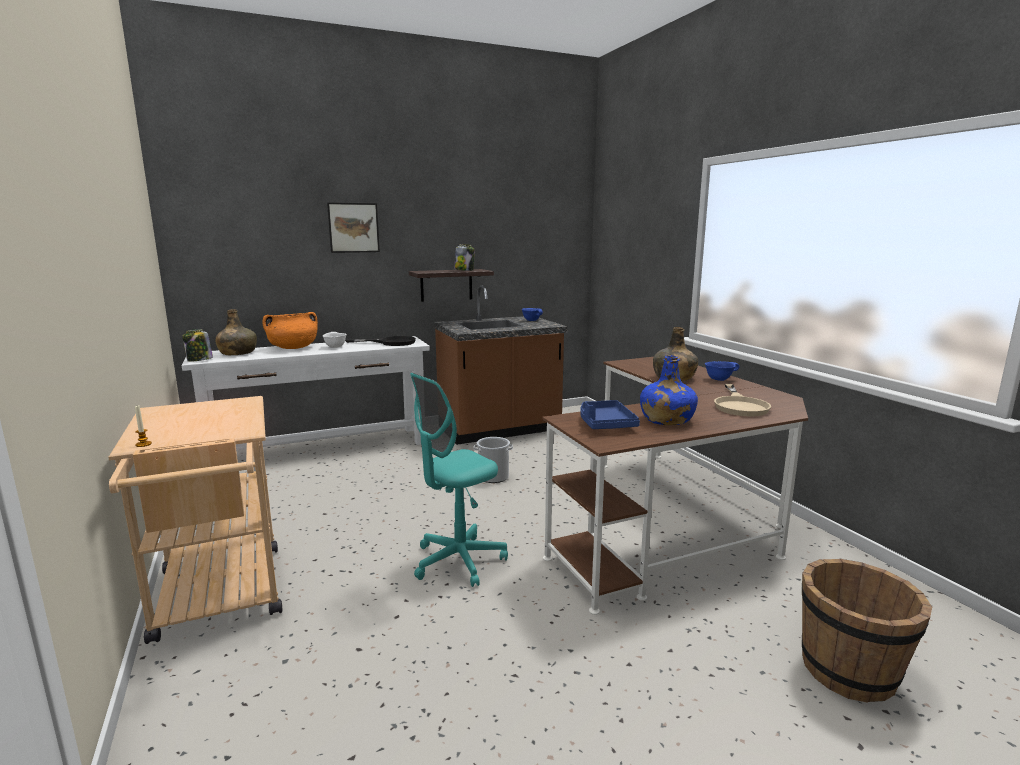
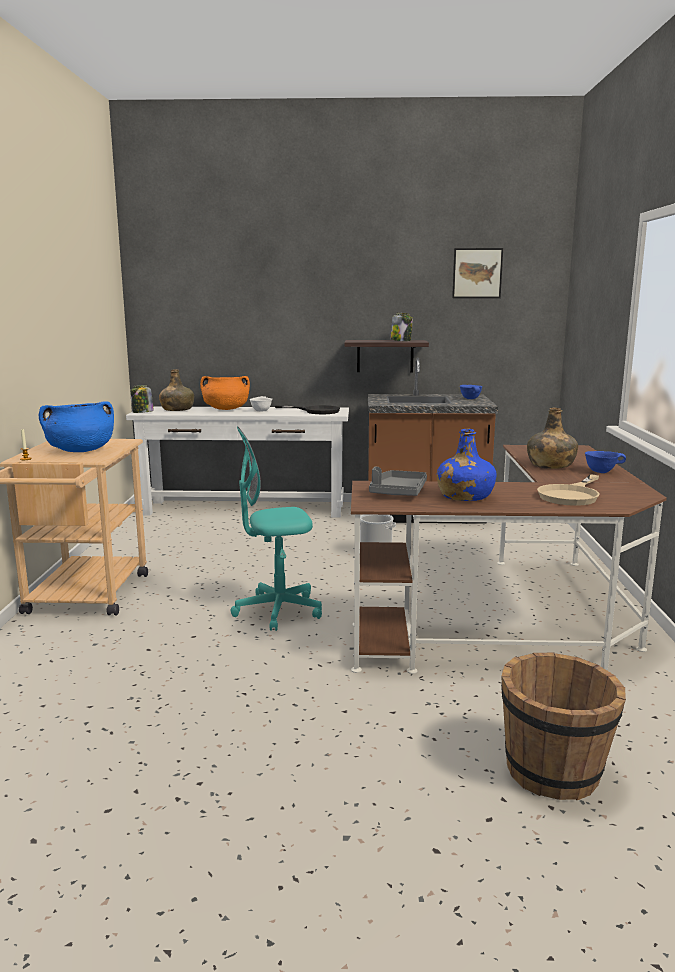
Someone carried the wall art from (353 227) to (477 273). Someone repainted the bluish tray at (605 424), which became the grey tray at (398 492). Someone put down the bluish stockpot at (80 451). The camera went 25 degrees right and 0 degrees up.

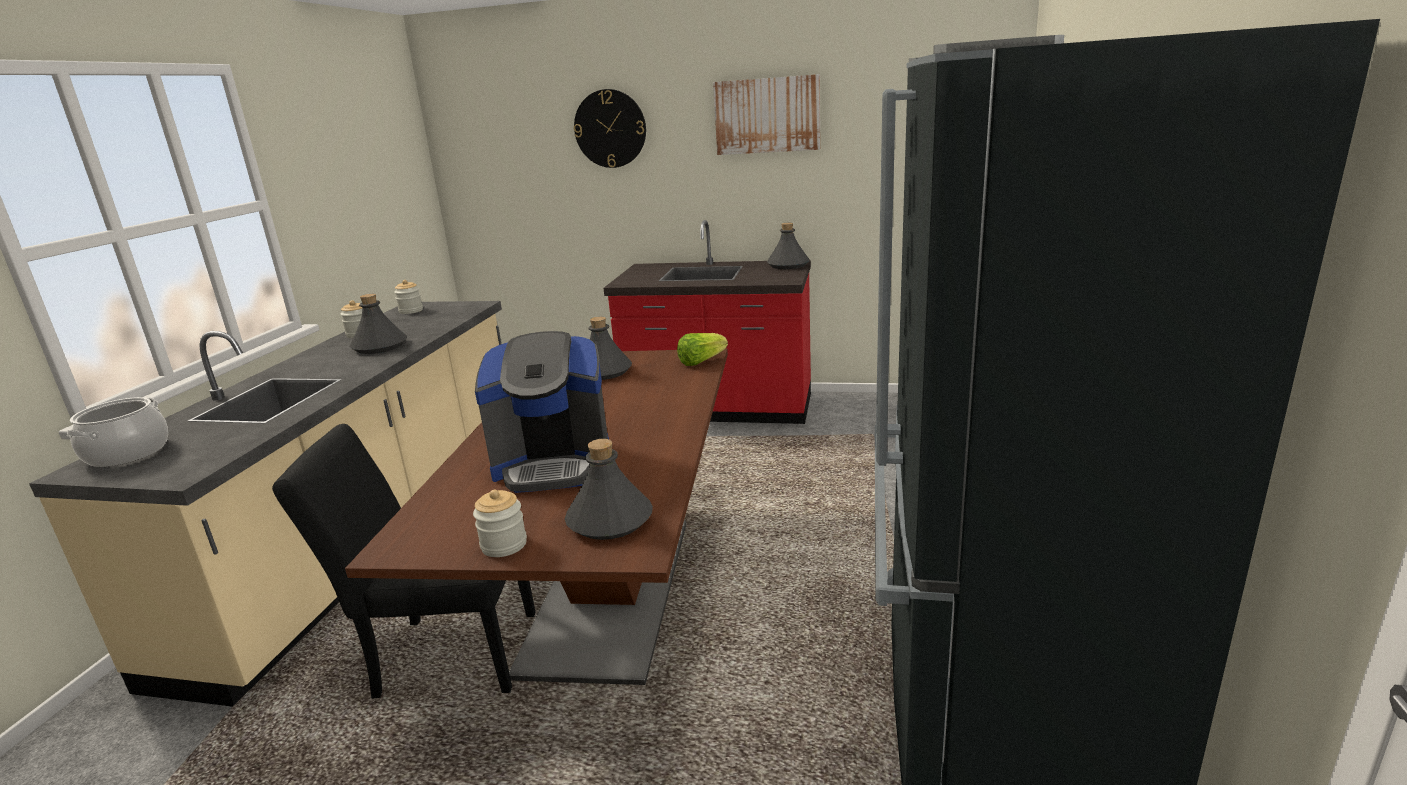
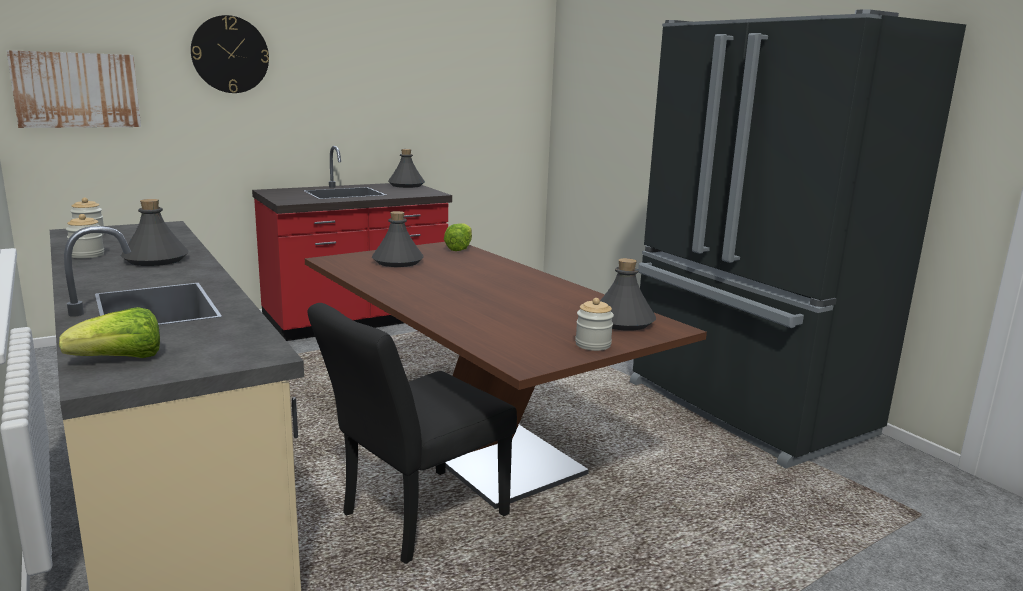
Someone swapped the stockpot at (128 453) for the head of lettuce at (120 359). Someone took away the coffee brewer at (554 464). Someone carried the wall art from (767 115) to (76 90). The camera went 45 degrees left and 5 degrees down.

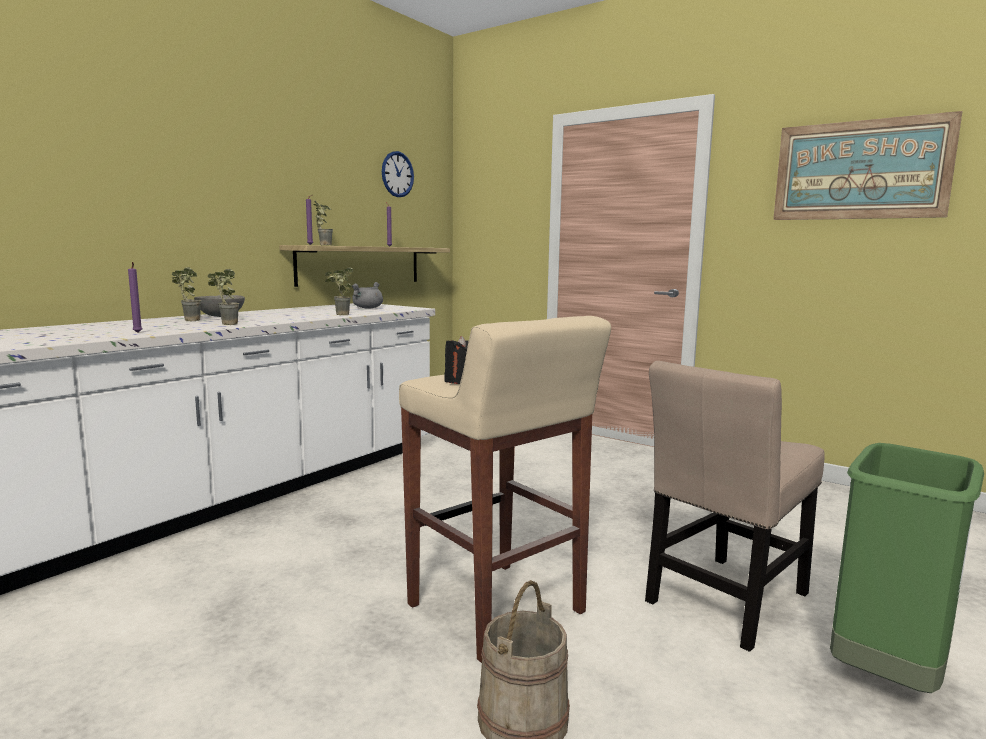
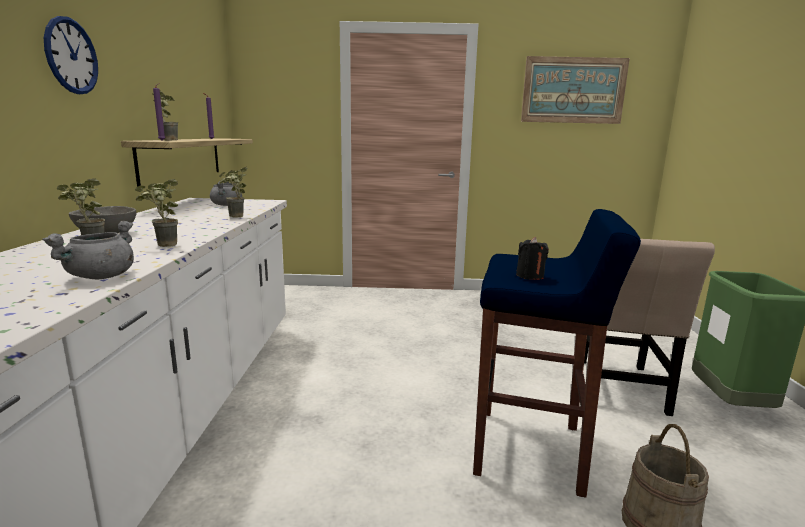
Someone swapped the purple-coloured wax candle at (138 333) for the grey stockpot at (101 277). Someone carried the clock on the wall from (397 174) to (71 56). Someone repainted the sand-coloured stool seat at (497 610), which became the bluish stool seat at (531 450). The camera went 35 degrees left and 5 degrees up.

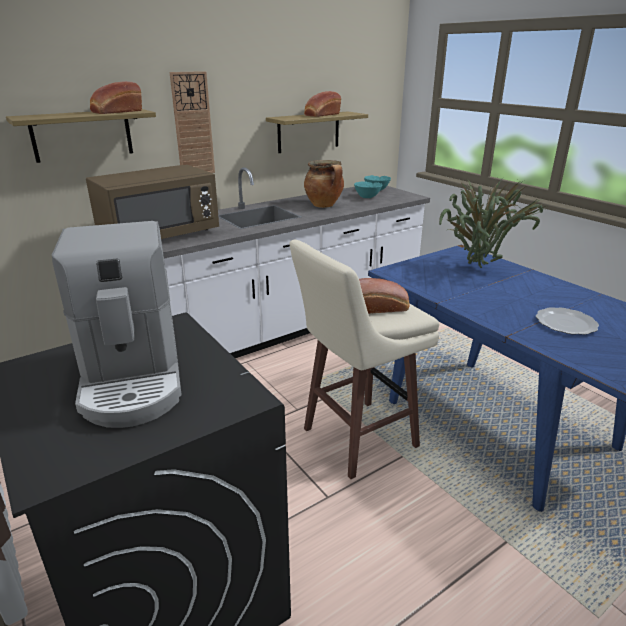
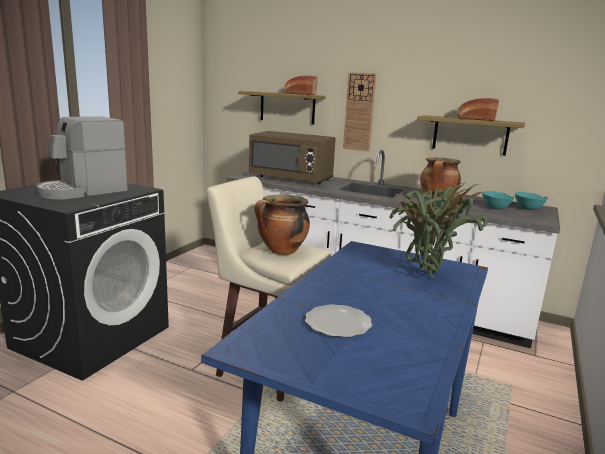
Someone swapped the bakery bread at (380 308) for the stockpot at (281 251). The camera went 60 degrees right and 10 degrees down.

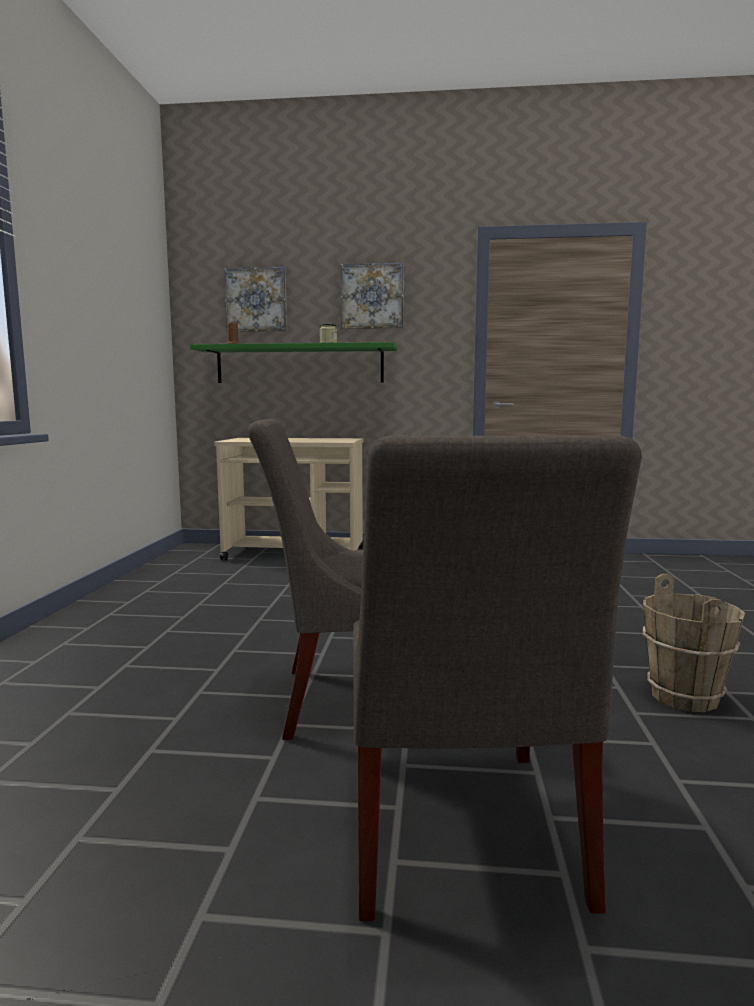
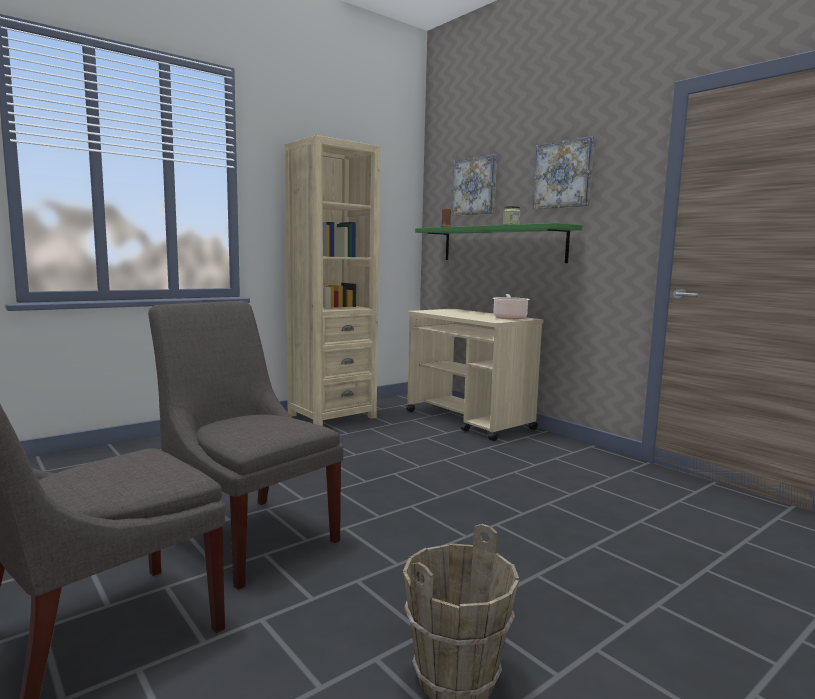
Someone put down the sand-coloured shelving unit at (331 416). Someone put down the stockpot at (509 318). The camera went 45 degrees right and 0 degrees up.

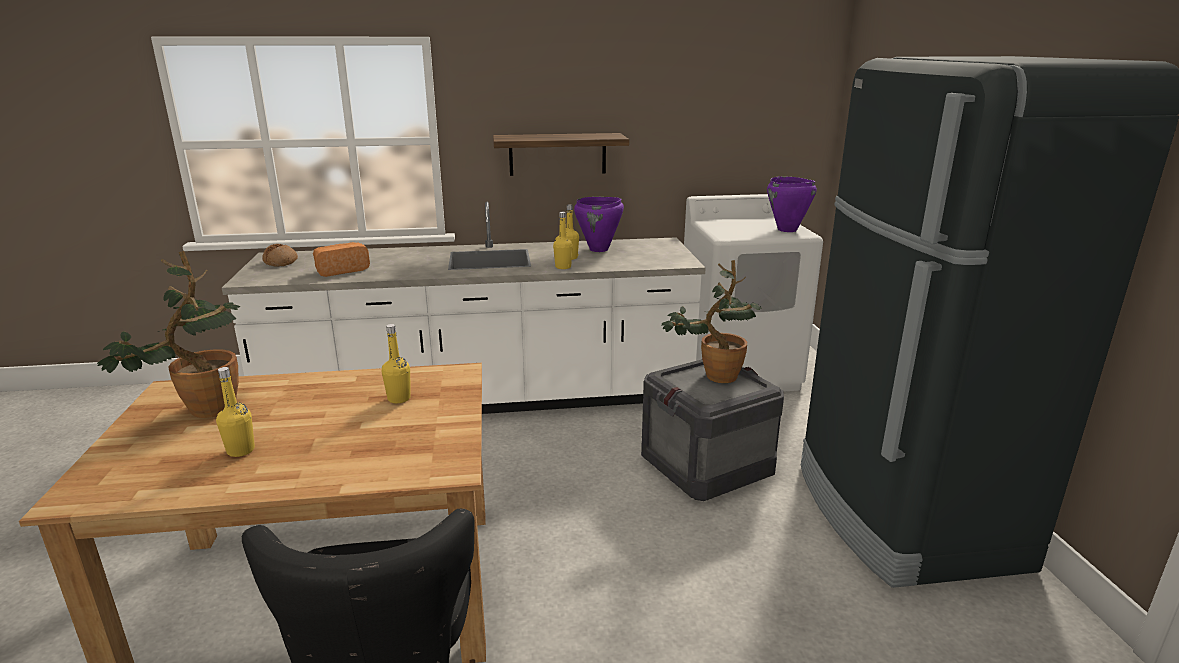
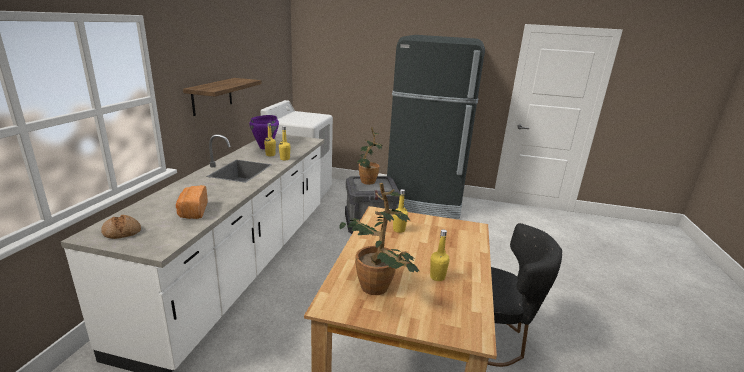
Someone took away the purple-coloured stockpot at (787 230). The camera went 70 degrees left and 0 degrees up.

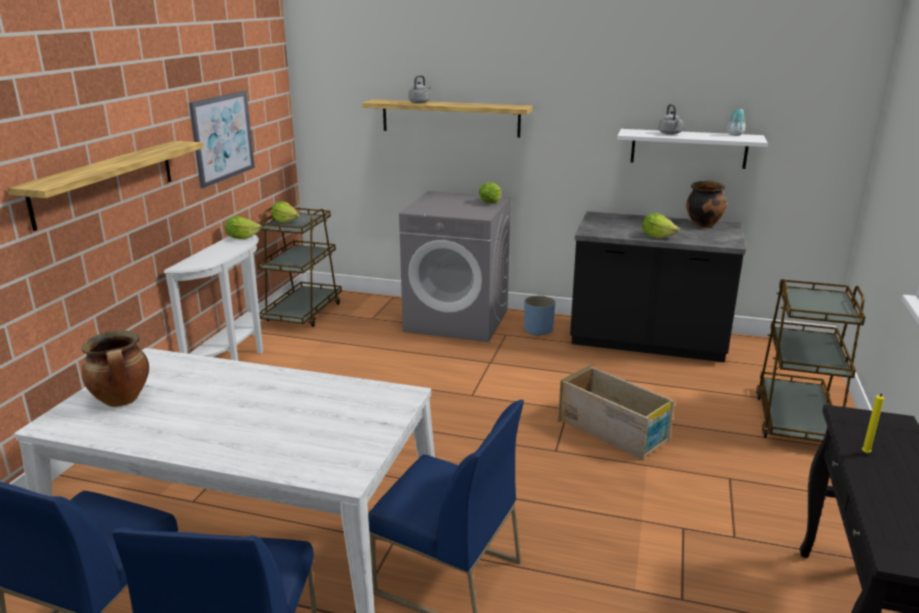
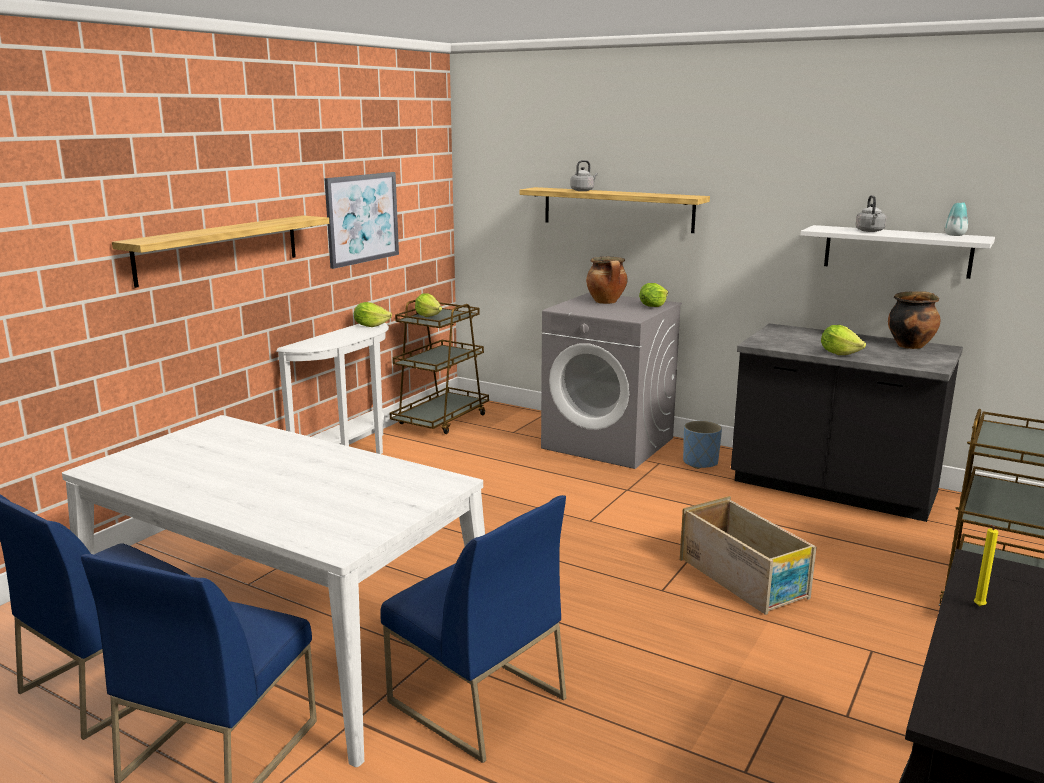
Someone carried the stockpot from (122 400) to (606 302). The camera went 15 degrees right and 5 degrees down.

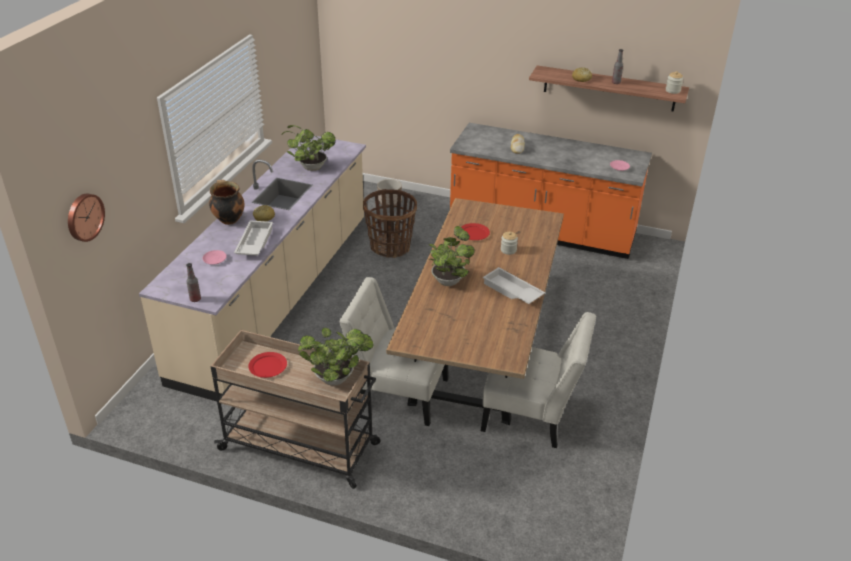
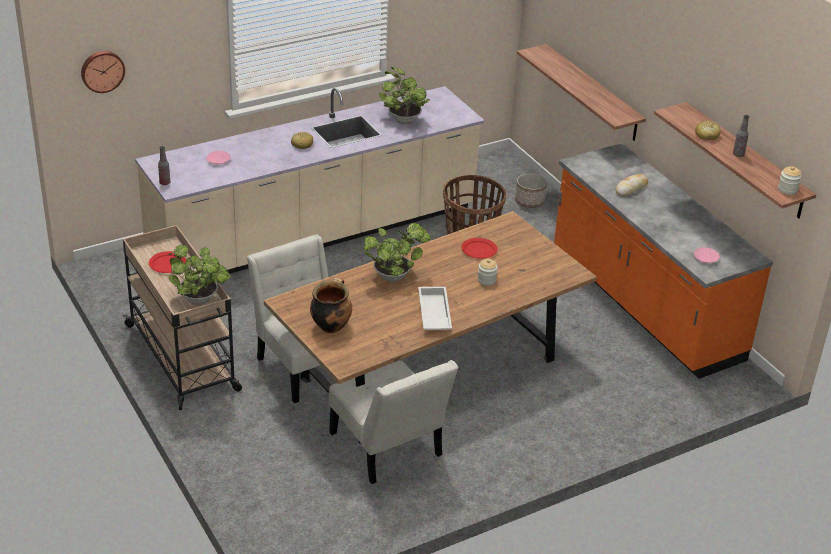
Someone carried the stockpot from (228 219) to (331 326). Someone took away the whitish tray at (254 243). Someone put up the bracket shelf at (592 93). The camera went 40 degrees right and 0 degrees up.

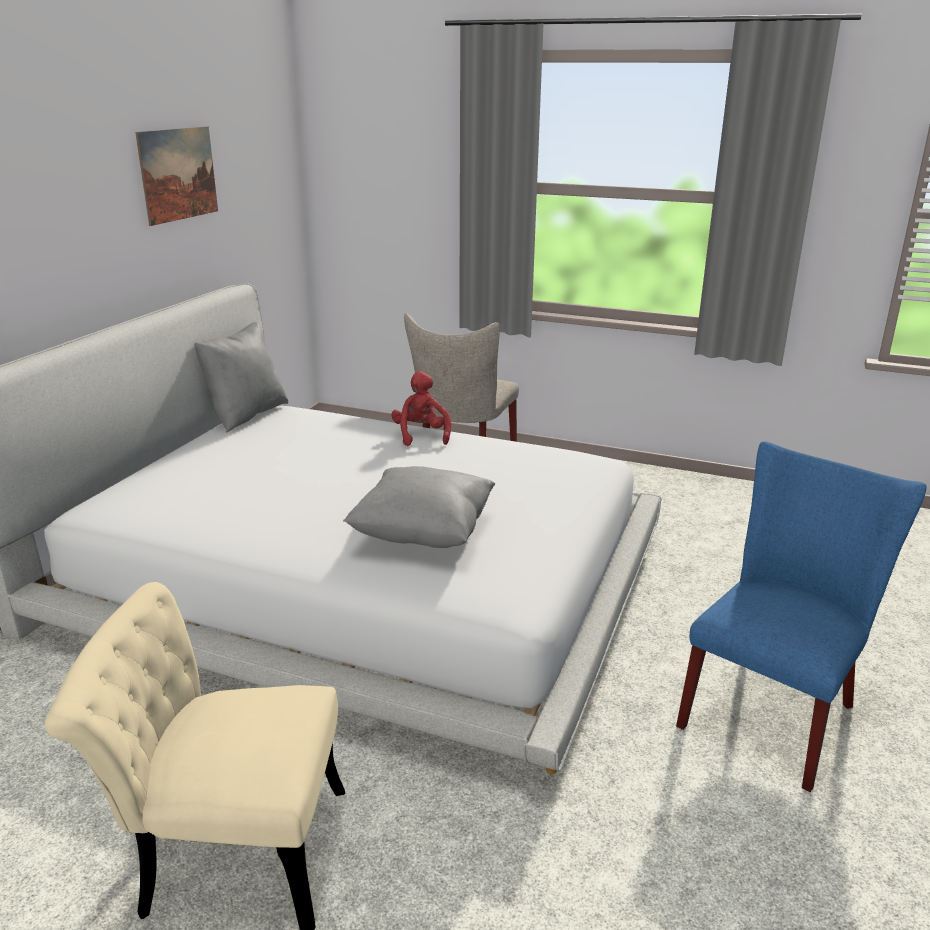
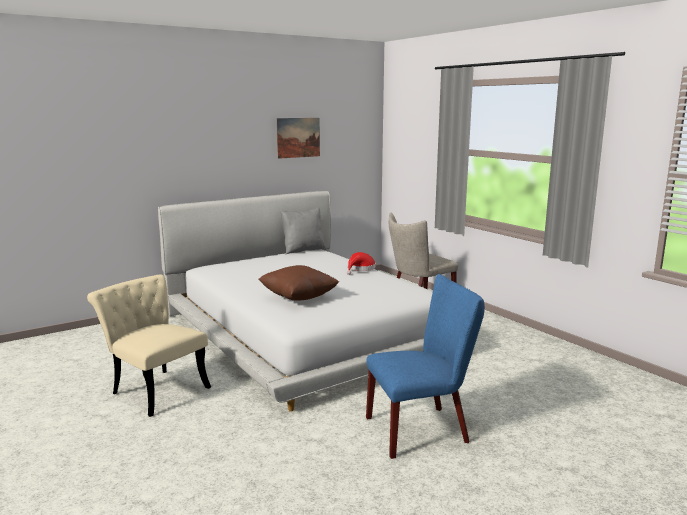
Someone repainted the grey cushion at (423 535), which became the brown cushion at (298 297). Someone swapped the red cuddly toy at (421 435) for the red wearable hat at (360 269). The camera went 35 degrees right and 10 degrees down.

